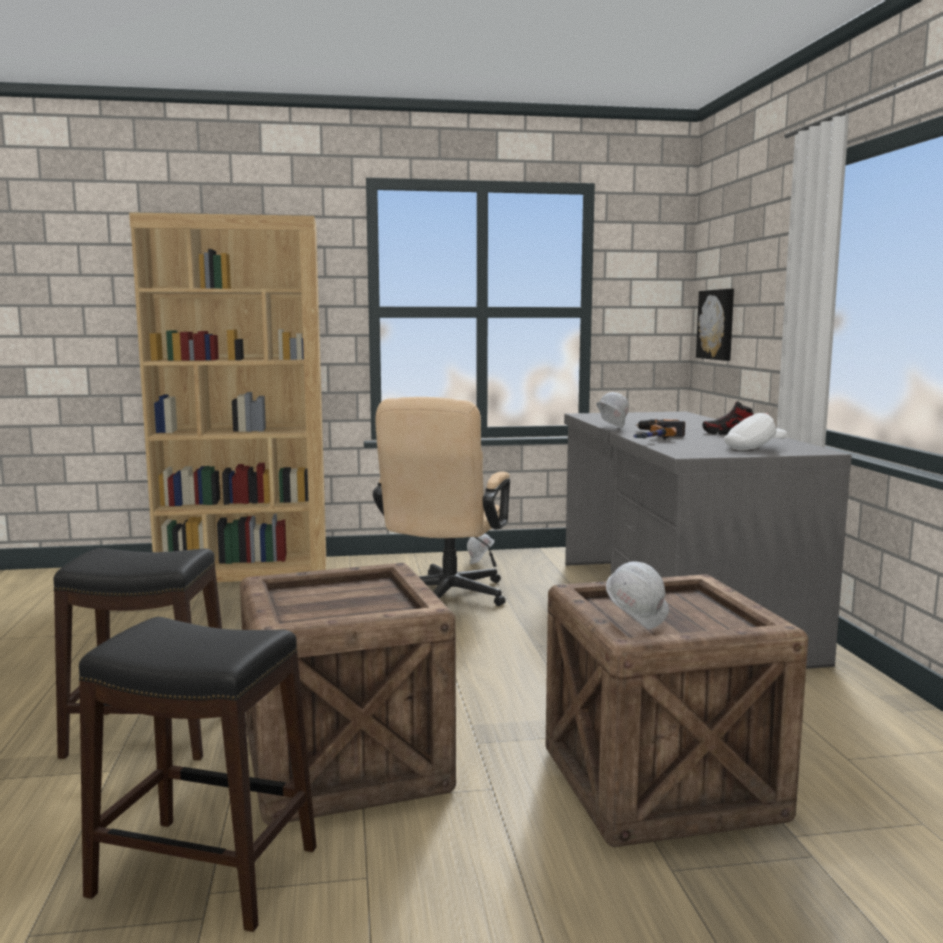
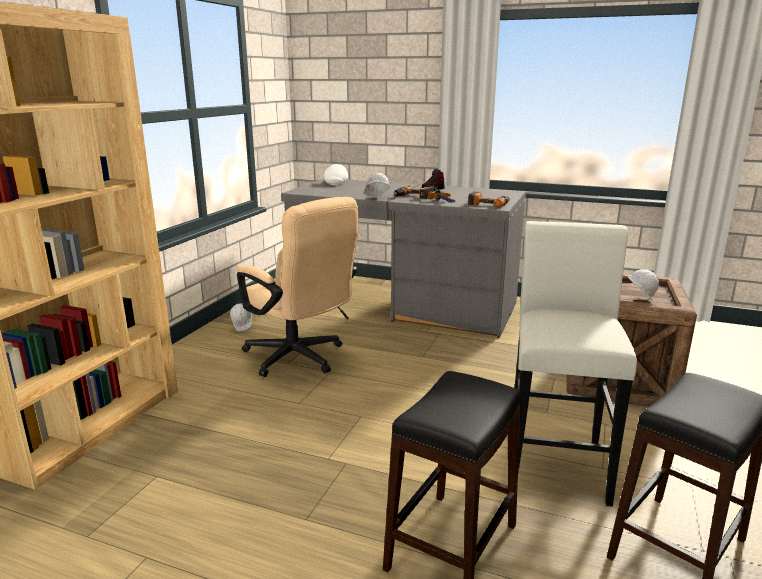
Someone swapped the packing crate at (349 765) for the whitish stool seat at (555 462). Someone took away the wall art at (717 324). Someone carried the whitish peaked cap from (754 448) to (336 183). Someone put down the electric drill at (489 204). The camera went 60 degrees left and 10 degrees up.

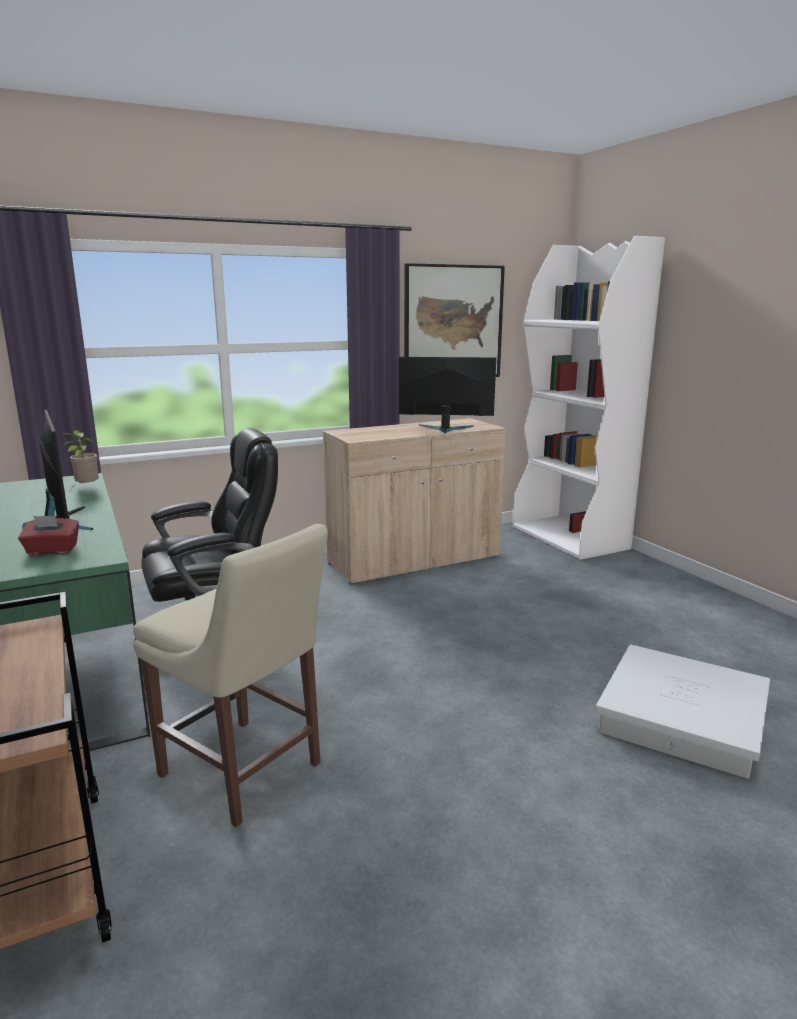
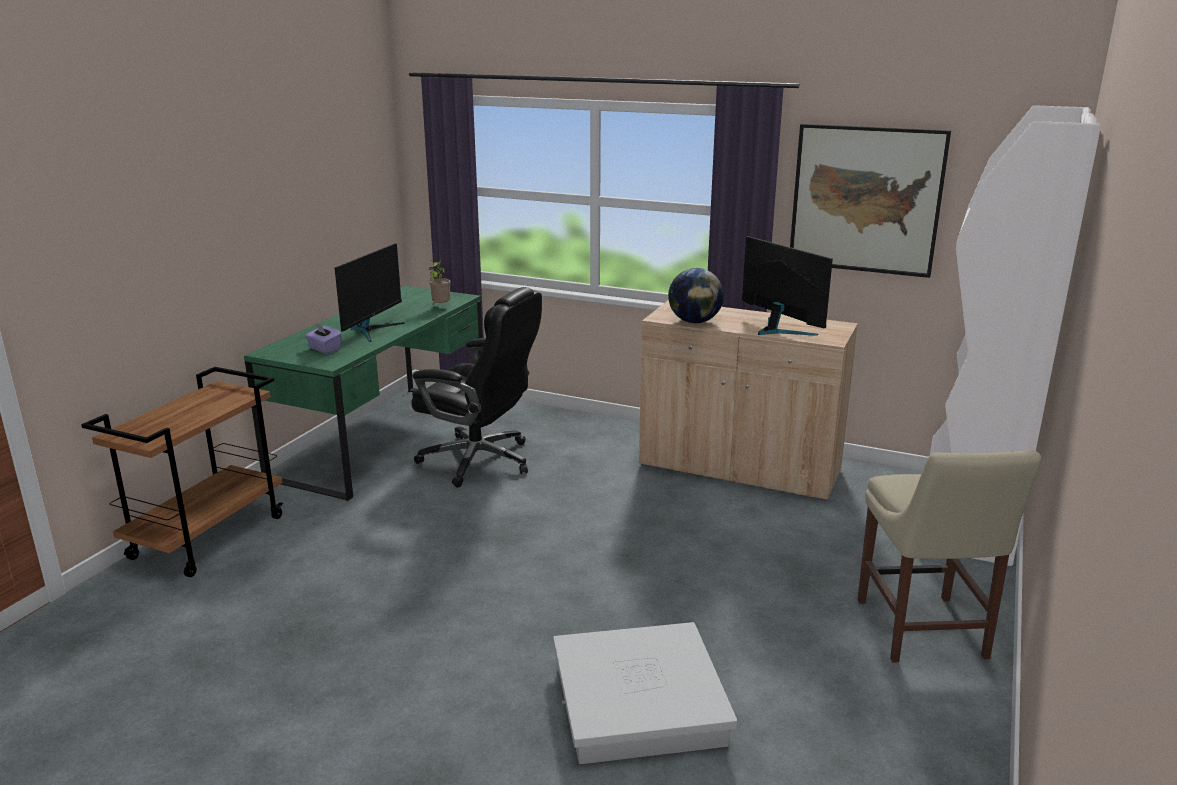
Someone repainted the red tissue holder at (52 550), which became the purple-coloured tissue holder at (324 349). Someone carried the sand-coloured plain chair from (245 773) to (922 632). Someone put down the world globe at (694 321). The camera went 50 degrees right and 5 degrees up.

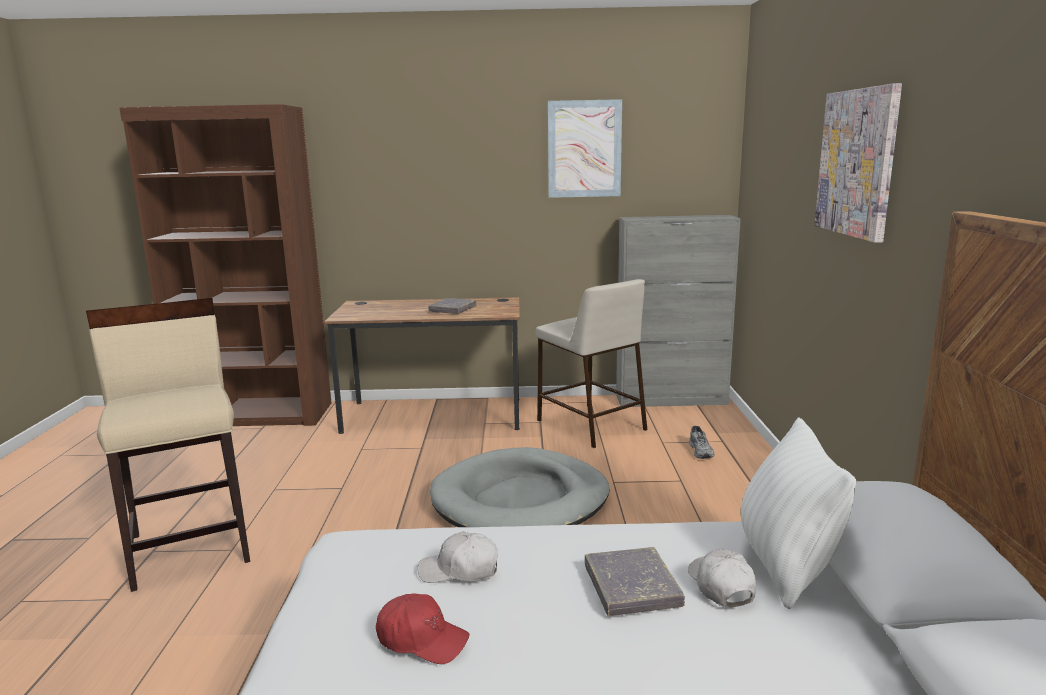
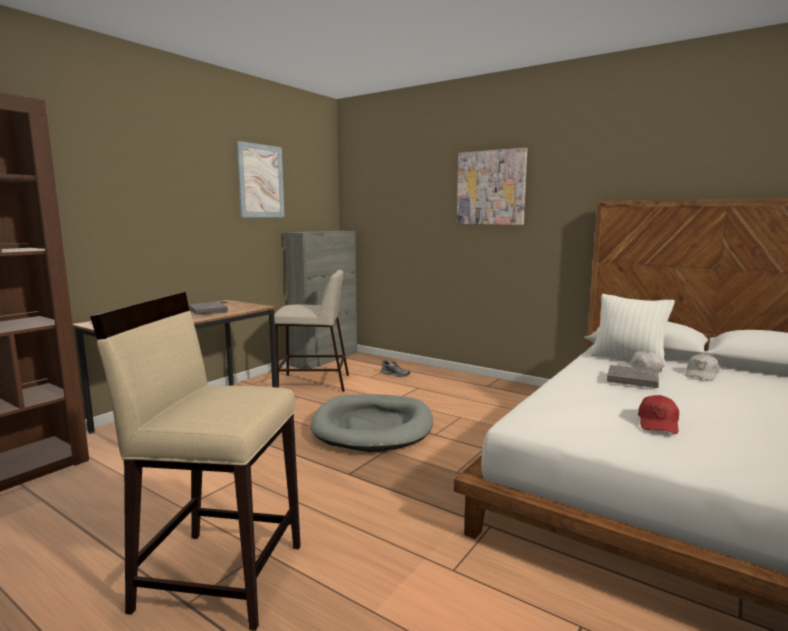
Someone rotated the red peaked cap at (422 640) by 150 degrees clockwise. Someone carried the whitish peaked cap from (459 570) to (701 374). The camera went 55 degrees left and 5 degrees down.

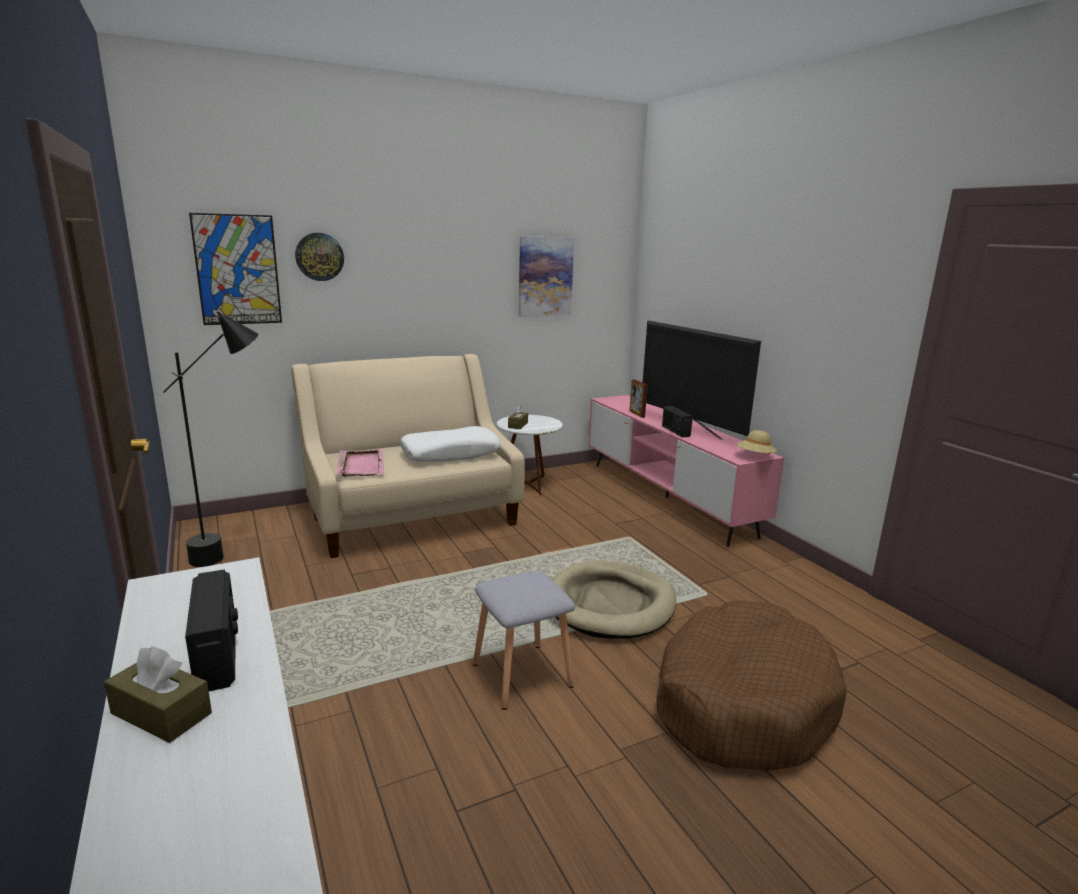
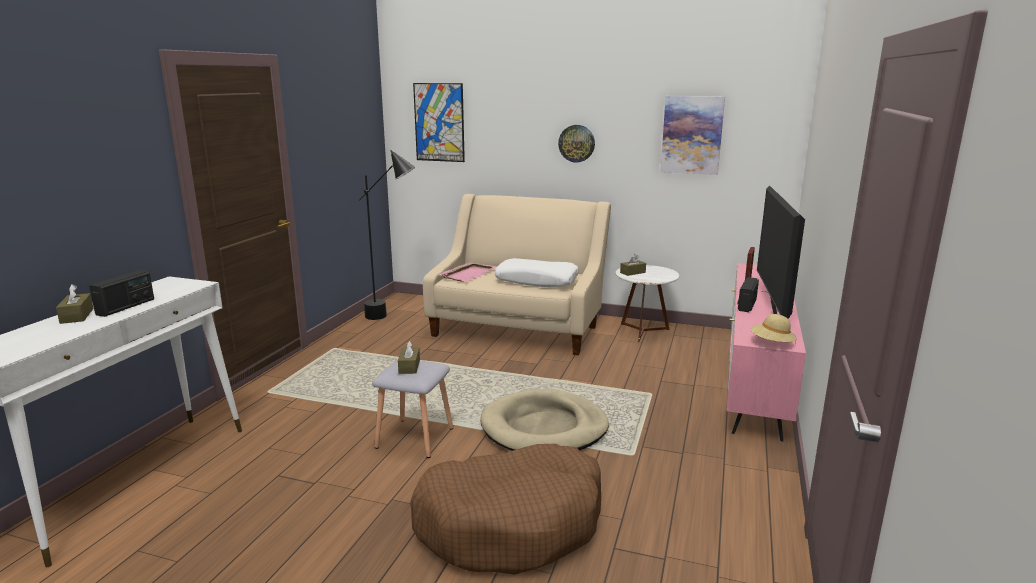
Someone carried the clock on the wall from (319 257) to (576 143). Someone put down the brown tissue holder at (409 366). The camera went 45 degrees right and 0 degrees up.

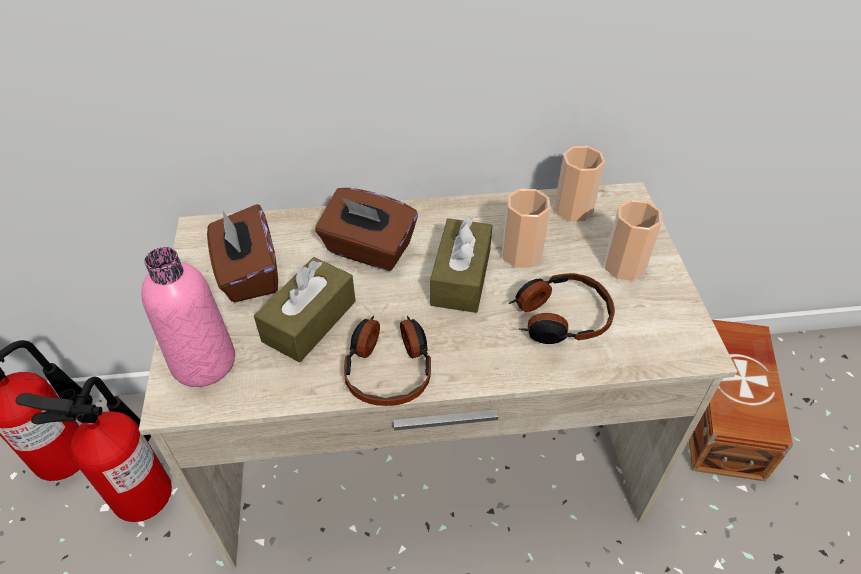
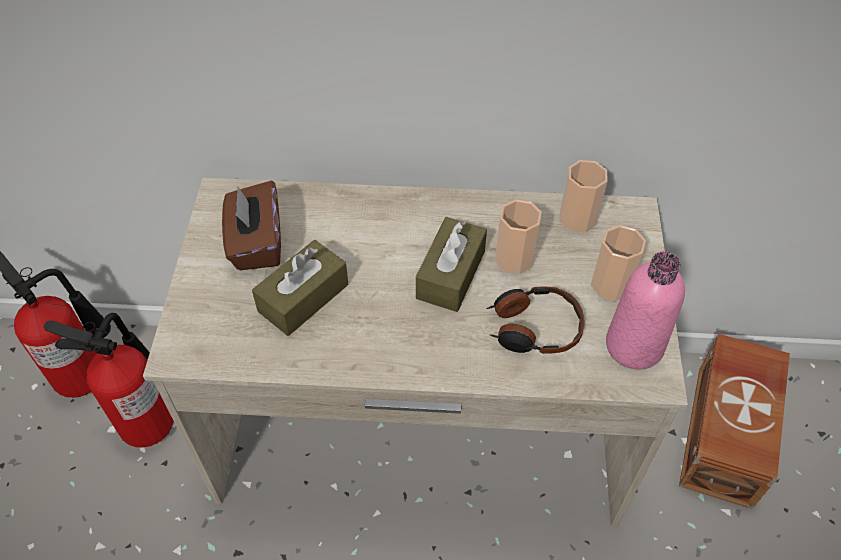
Someone carried the pinkish beverage bottle from (203 362) to (634 345). Someone took away the brown tissue holder at (368 249). Someone took away the pair of headphones at (389 367). The camera went 10 degrees right and 5 degrees up.

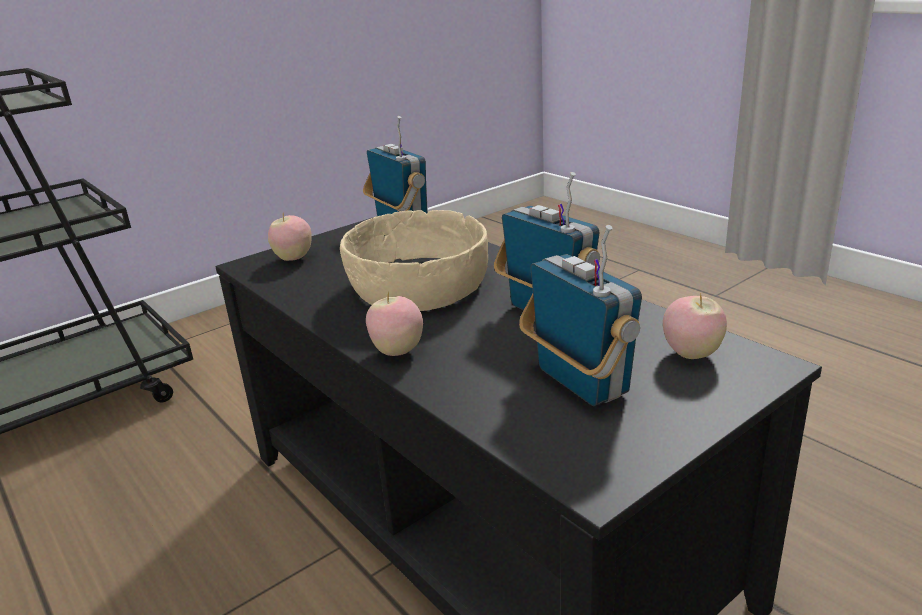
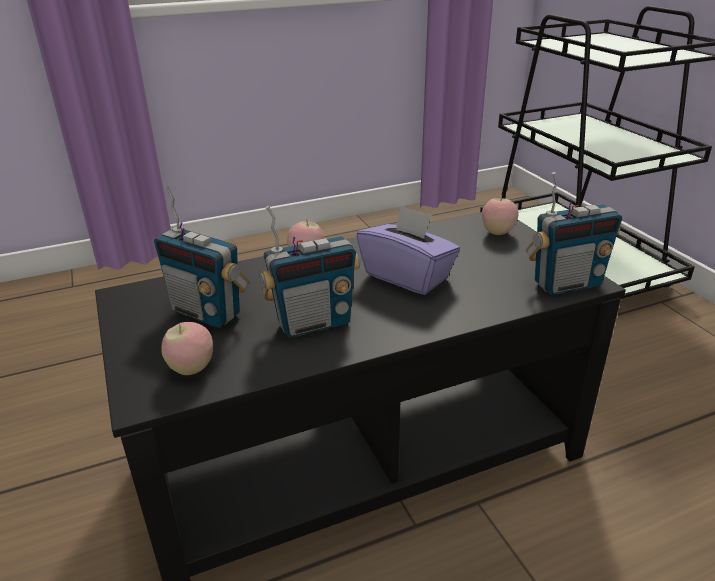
Someone swapped the sand-coloured serving bowl at (418 285) for the purple-coloured tissue holder at (407 276). Someone rotated the radio receiver at (580 382) by 45 degrees clockwise. The camera went 105 degrees right and 5 degrees up.

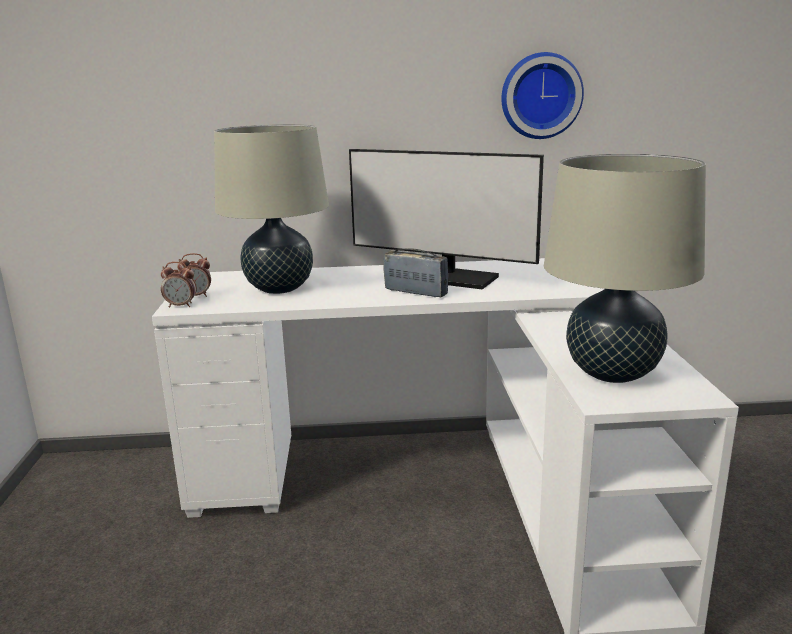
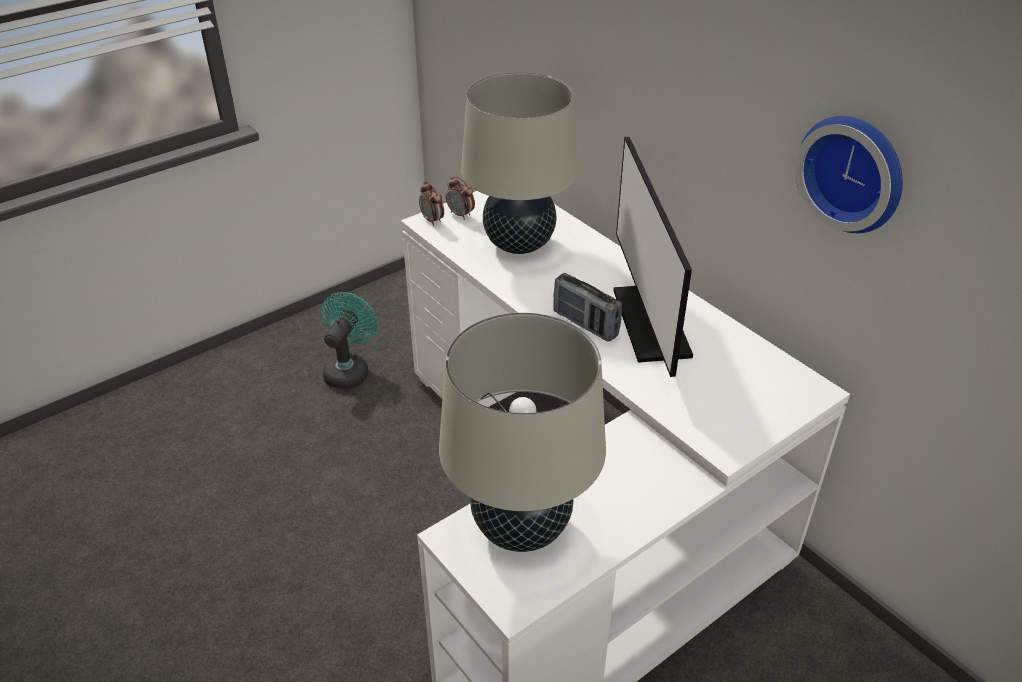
Someone rotated the radio receiver at (416 292) by 135 degrees clockwise. Someone put down the turquoise-coloured cooling fan at (349 370). The camera went 55 degrees right and 20 degrees up.

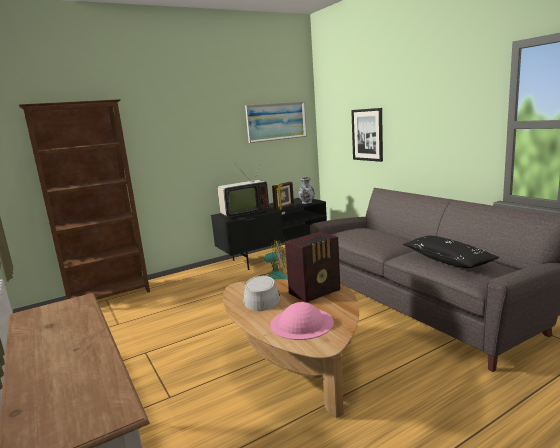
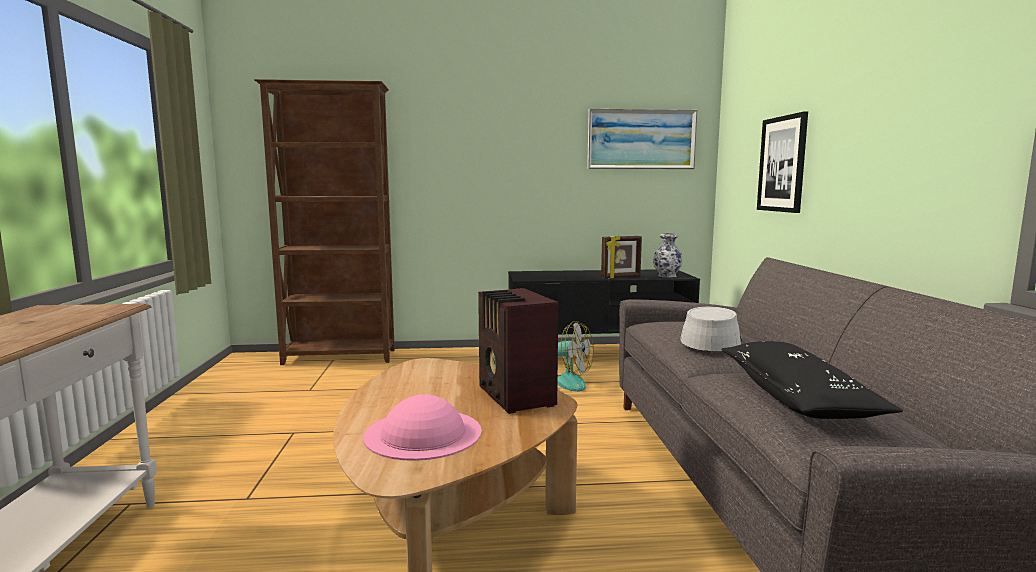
Someone took away the TV set at (243 213). Someone carried the grey wearable hat from (261 298) to (710 339). Someone rotated the radio receiver at (316 292) by 75 degrees clockwise. The camera went 25 degrees right and 5 degrees down.

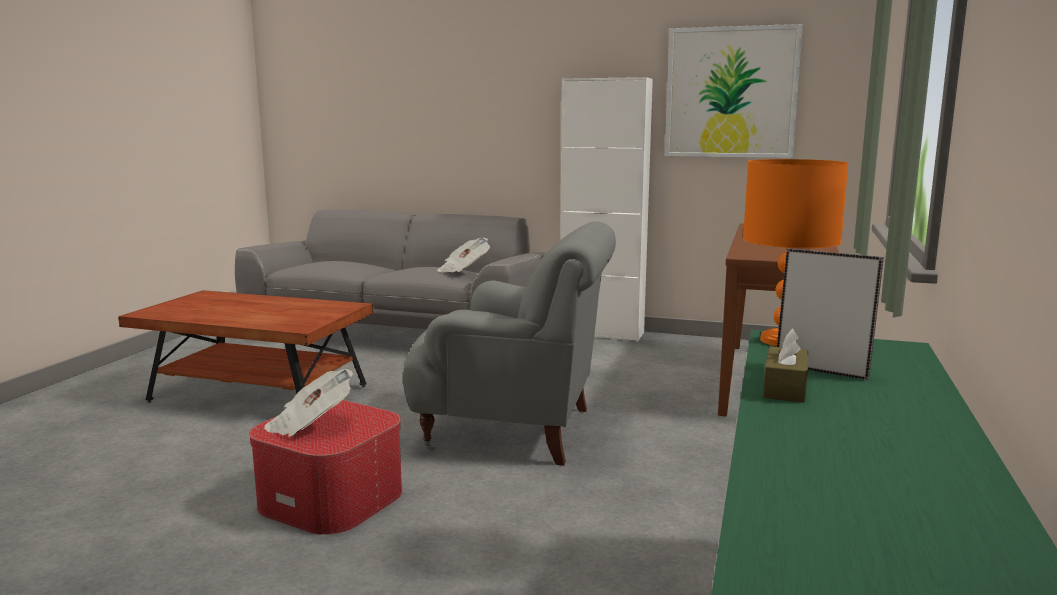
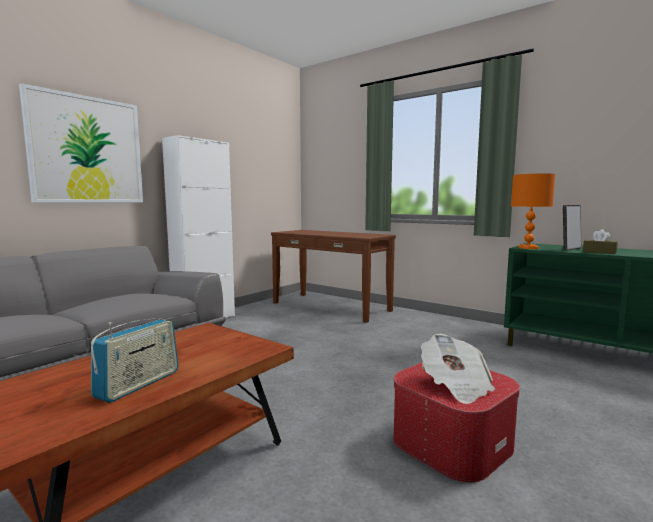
Someone took away the grey easy chair at (515 430). Someone took away the daily paper at (463 269). Someone carried the wall art from (731 92) to (87 150). Someone put down the radio receiver at (138 384). The camera went 70 degrees left and 5 degrees down.

